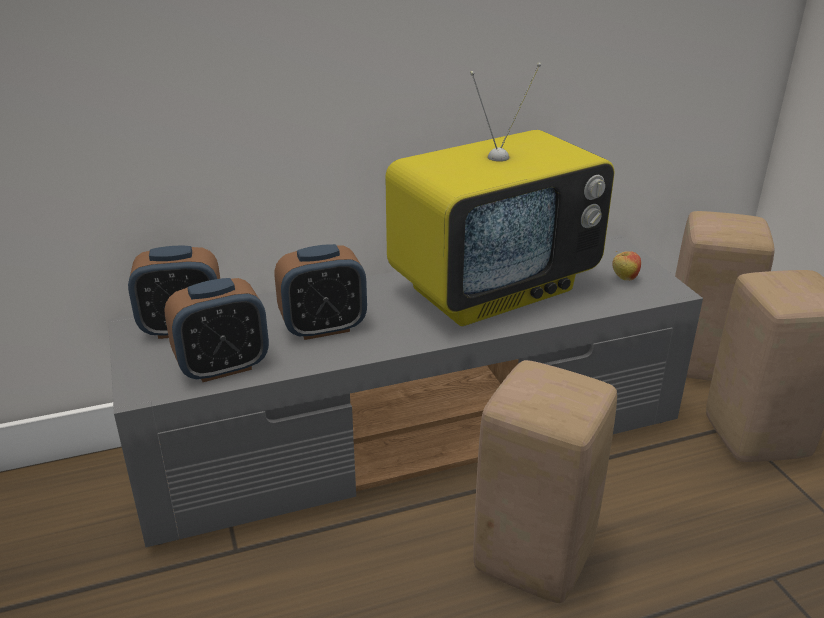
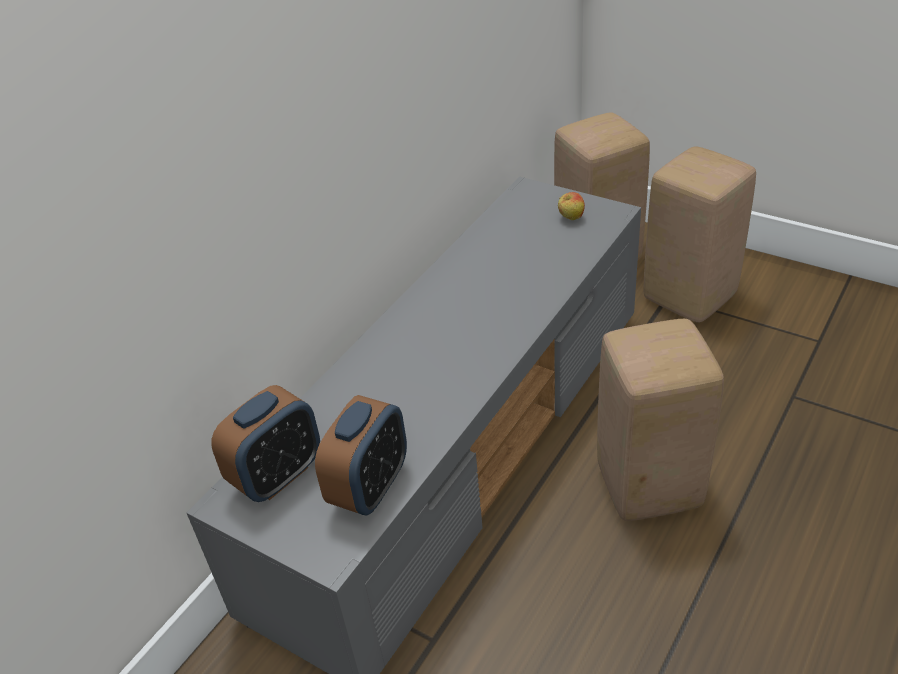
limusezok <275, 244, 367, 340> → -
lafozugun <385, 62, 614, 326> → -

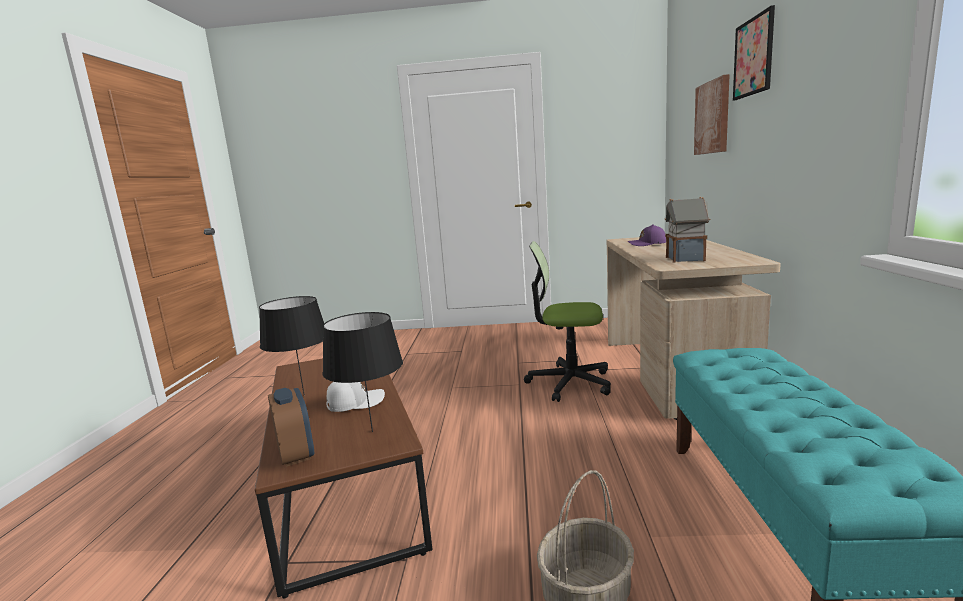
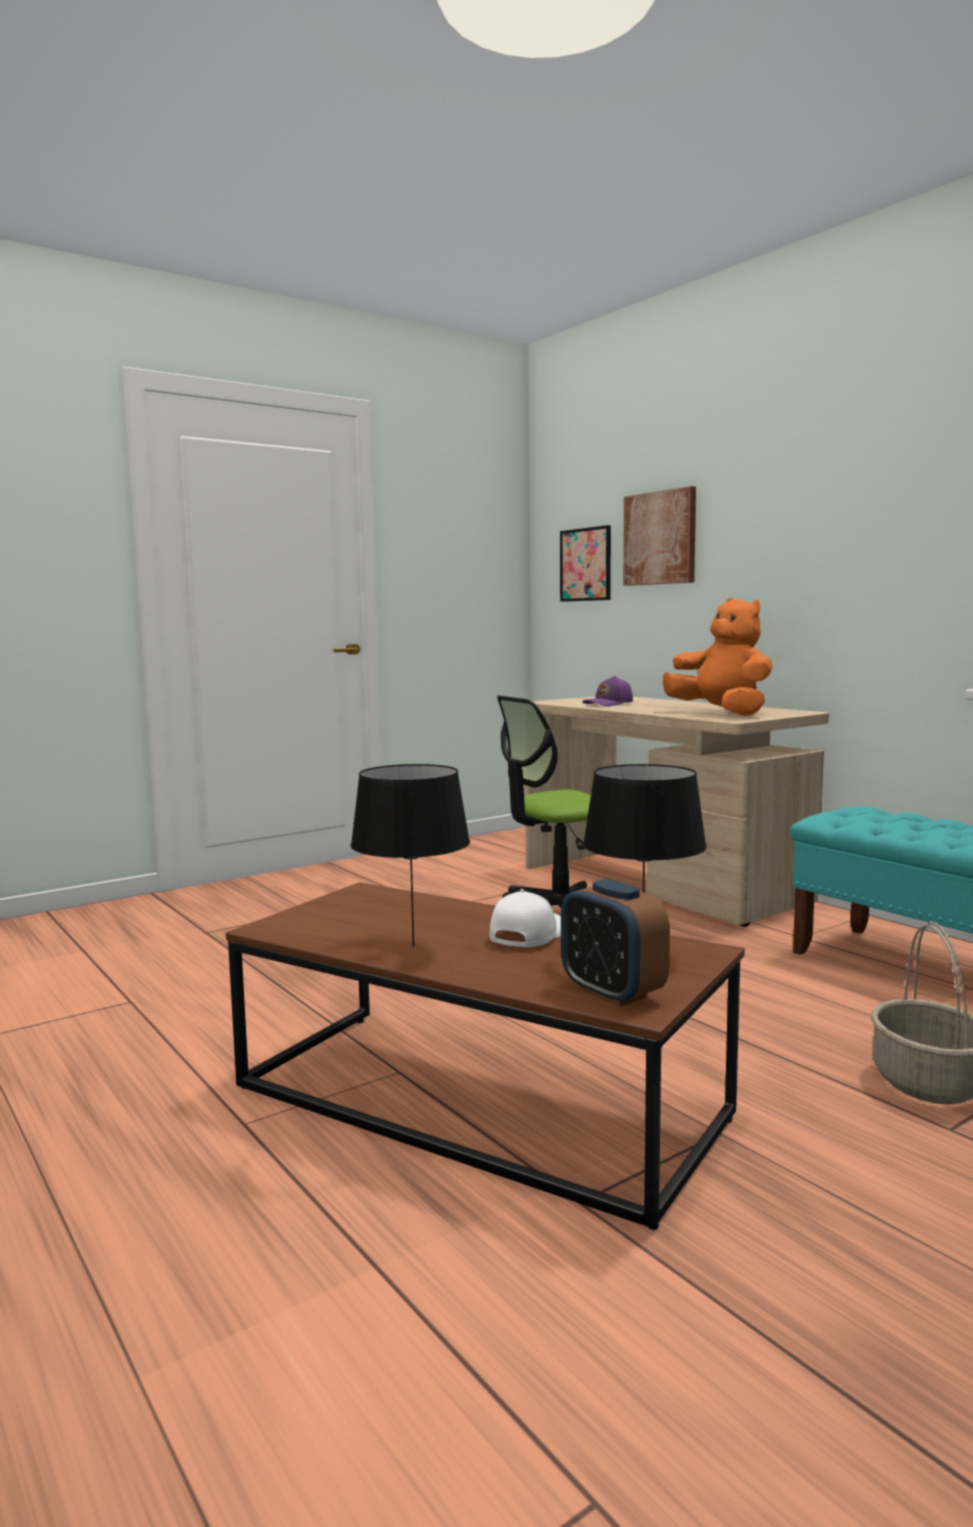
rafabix <733, 5, 775, 101> → rafabix <560, 525, 611, 602>, move
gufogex <665, 197, 711, 263> → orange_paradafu <663, 598, 772, 716>
limusezok <268, 388, 314, 467> → limusezok <561, 879, 670, 1007>, 150 degrees counterclockwise

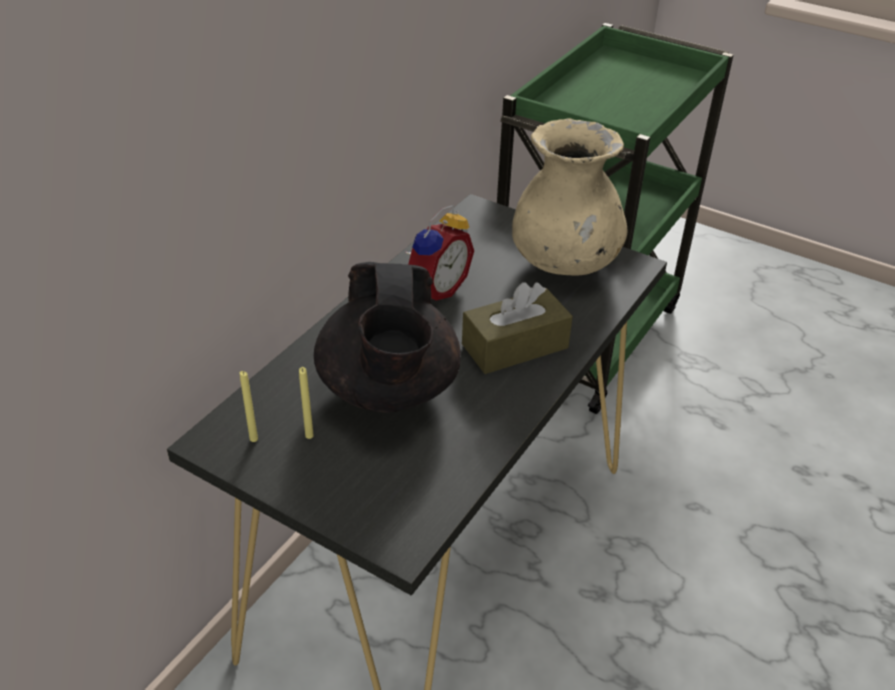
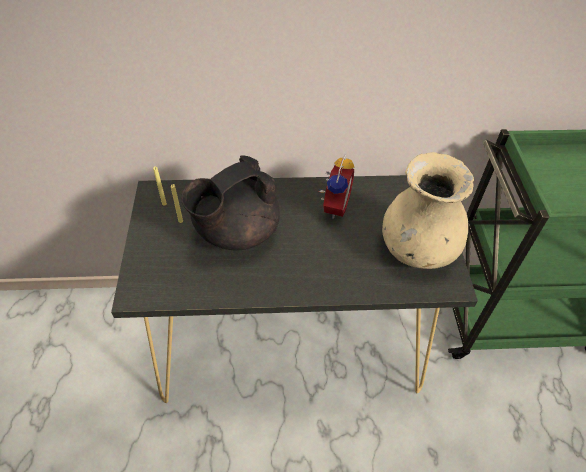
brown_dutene <462, 282, 573, 374> → -
limusezok <405, 205, 474, 300> → limusezok <319, 154, 355, 219>, 75 degrees counterclockwise

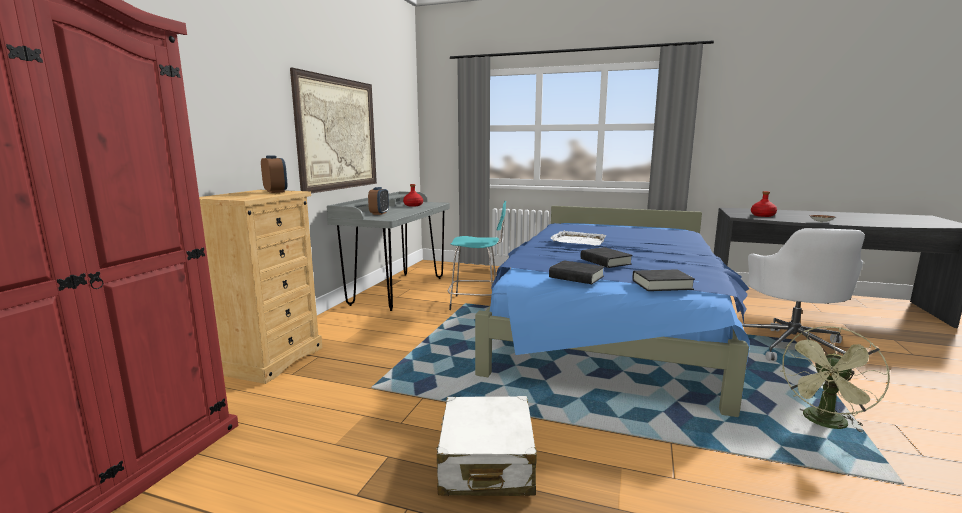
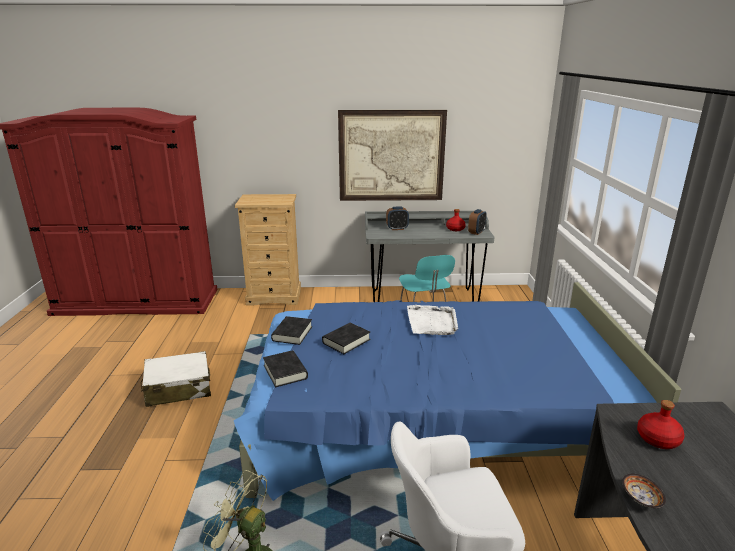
limusezok <261, 156, 287, 193> → limusezok <468, 209, 487, 235>, move

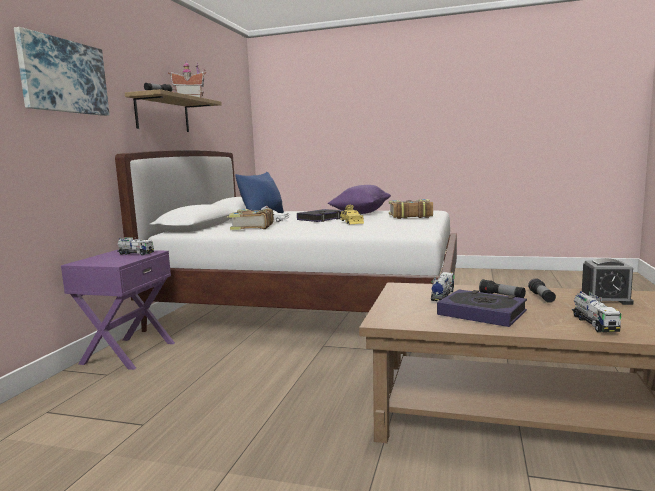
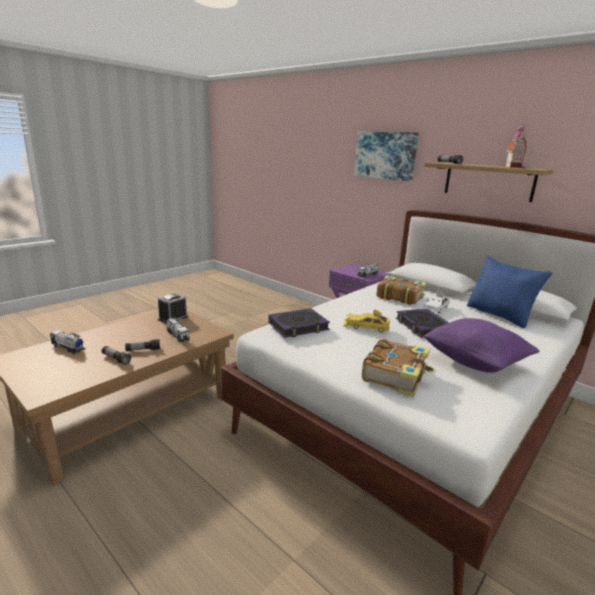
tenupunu <437, 289, 527, 327> → tenupunu <268, 308, 330, 338>, move
limusezok <582, 258, 634, 305> → limusezok <158, 293, 188, 324>, move

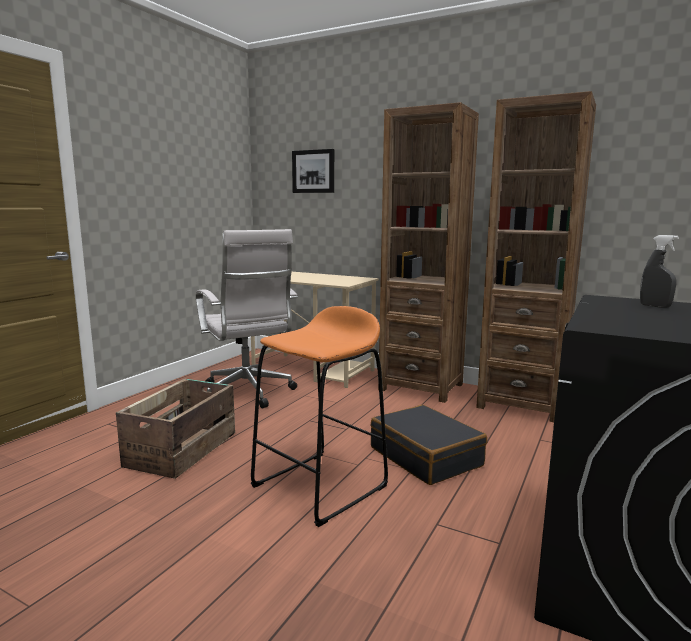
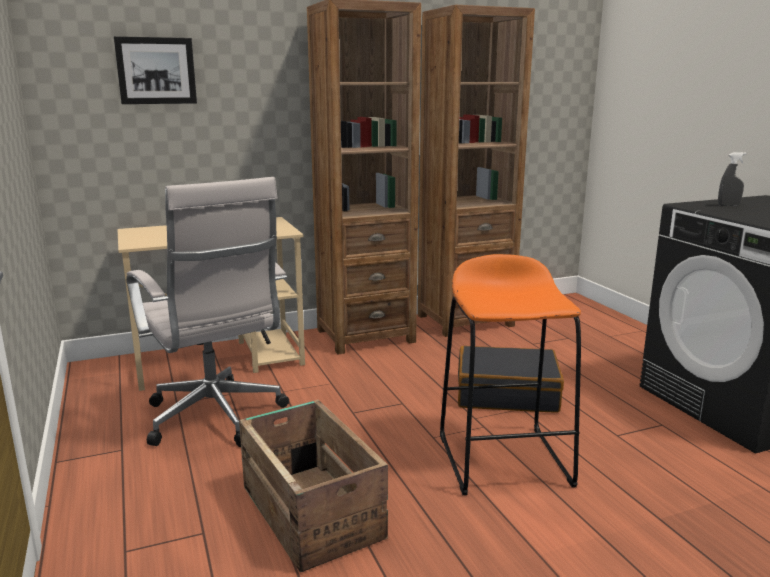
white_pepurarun <196, 229, 298, 409> → white_pepurarun <126, 177, 289, 447>, 45 degrees clockwise

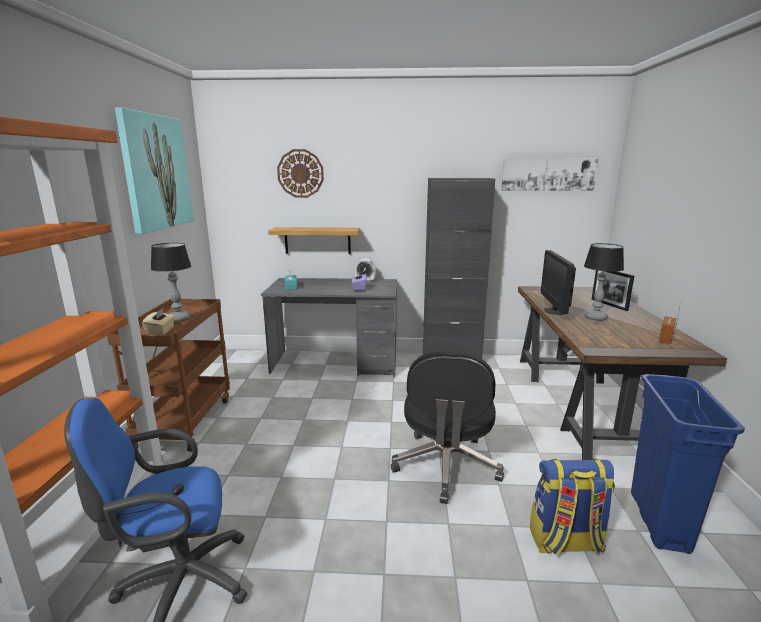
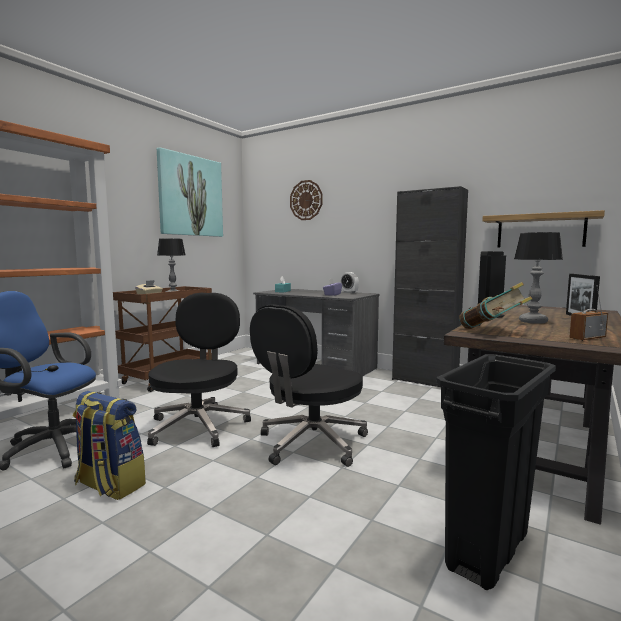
rafabix <501, 159, 598, 191> → -
- → black_pepurarun <147, 293, 251, 447>
- → tenupunu <459, 282, 532, 329>
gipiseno <268, 227, 360, 254> → gipiseno <482, 210, 605, 247>, move
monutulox <530, 459, 615, 556> → monutulox <73, 391, 146, 500>, move
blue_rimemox <631, 374, 745, 554> → black_rimemox <436, 354, 556, 590>

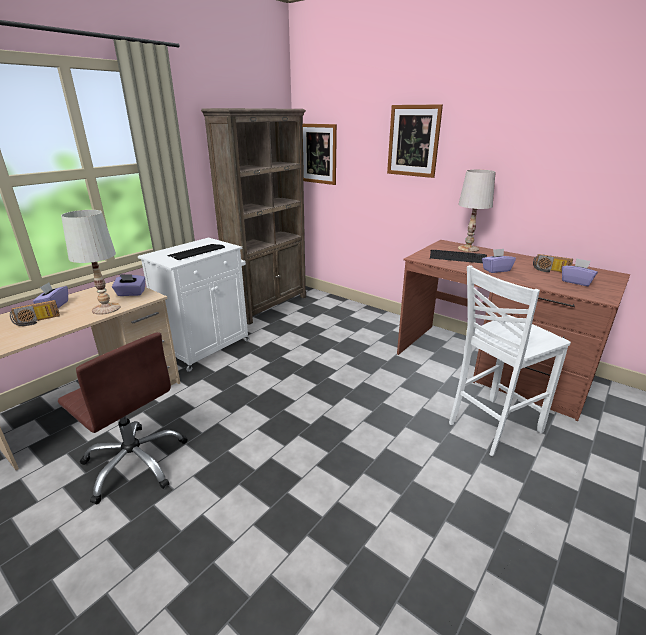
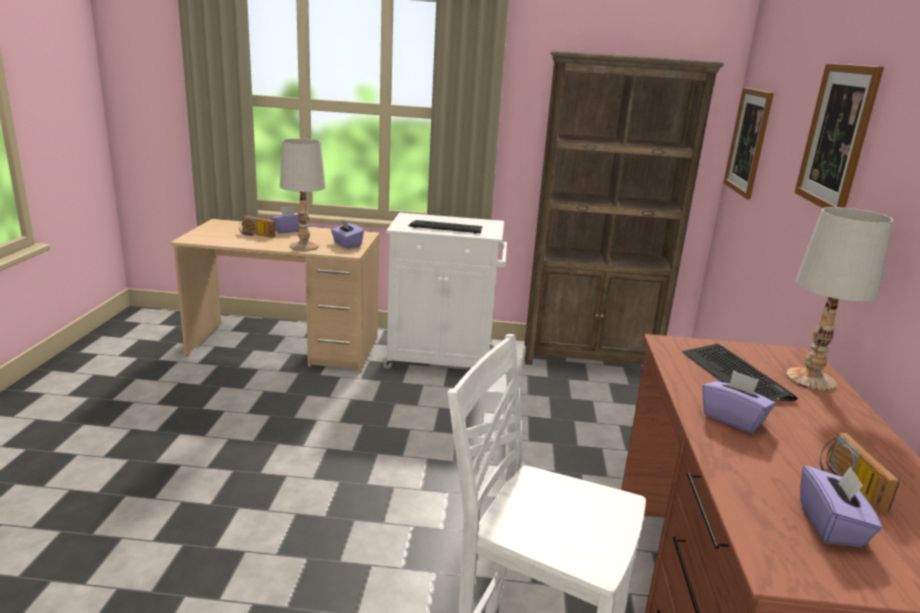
brown_pepurarun <58, 332, 188, 504> → -

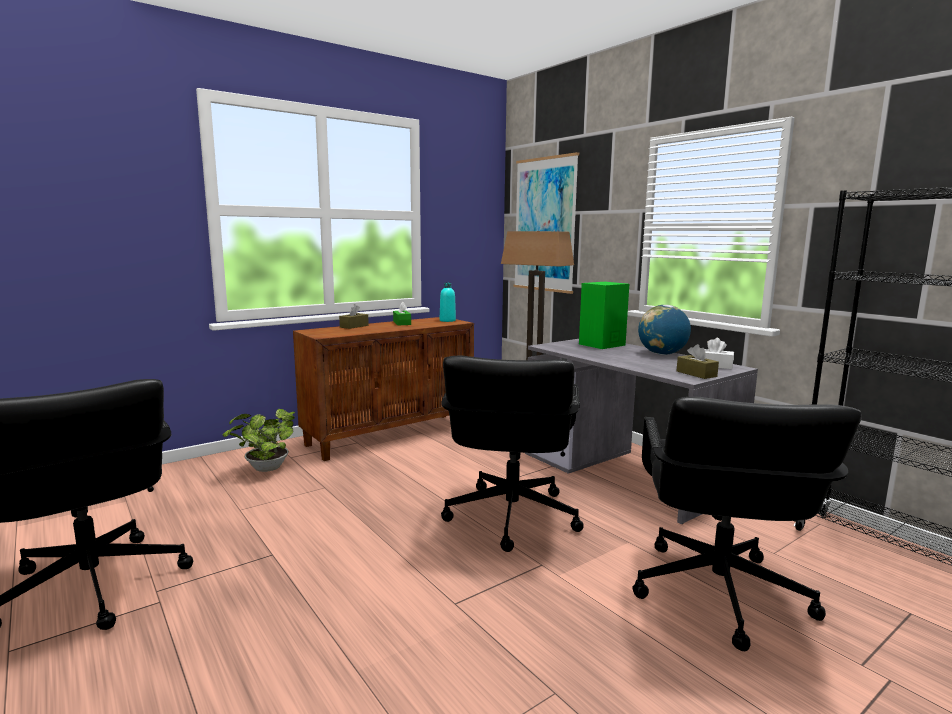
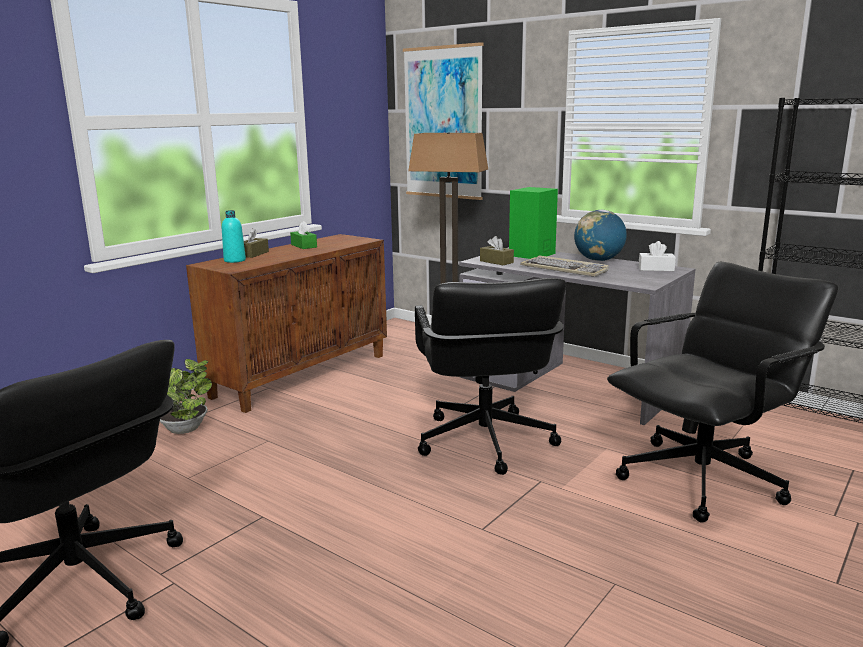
- → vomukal <520, 256, 609, 277>
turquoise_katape <440, 283, 456, 322> → turquoise_katape <222, 210, 246, 263>, move
brown_dutene <677, 344, 719, 379> → brown_dutene <480, 236, 514, 265>, move
black_pepurarun <633, 397, 862, 651> → black_pepurarun <607, 262, 838, 523>, 120 degrees counterclockwise

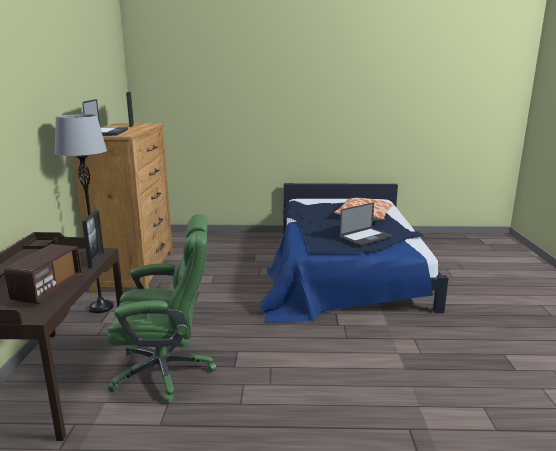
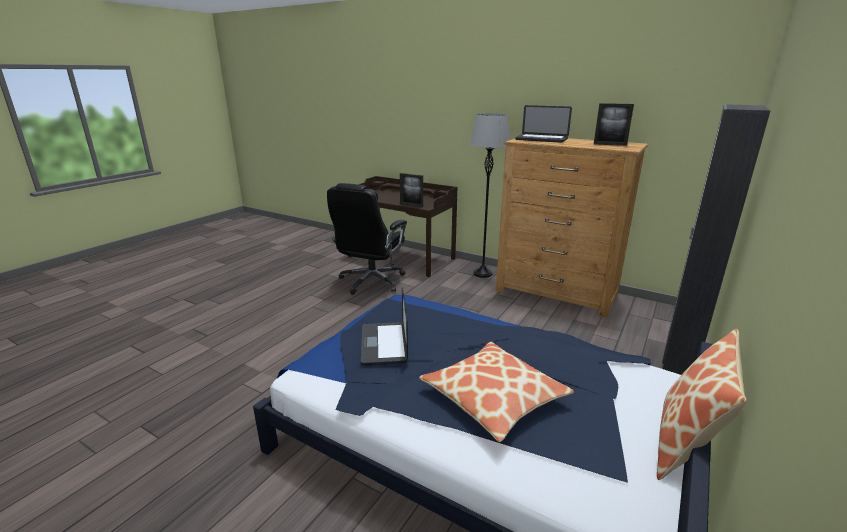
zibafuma <4, 244, 82, 304> → -
- → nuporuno <657, 329, 747, 480>
- → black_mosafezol <662, 104, 770, 375>
green_pepurarun <107, 214, 217, 404> → black_pepurarun <327, 183, 407, 295>

